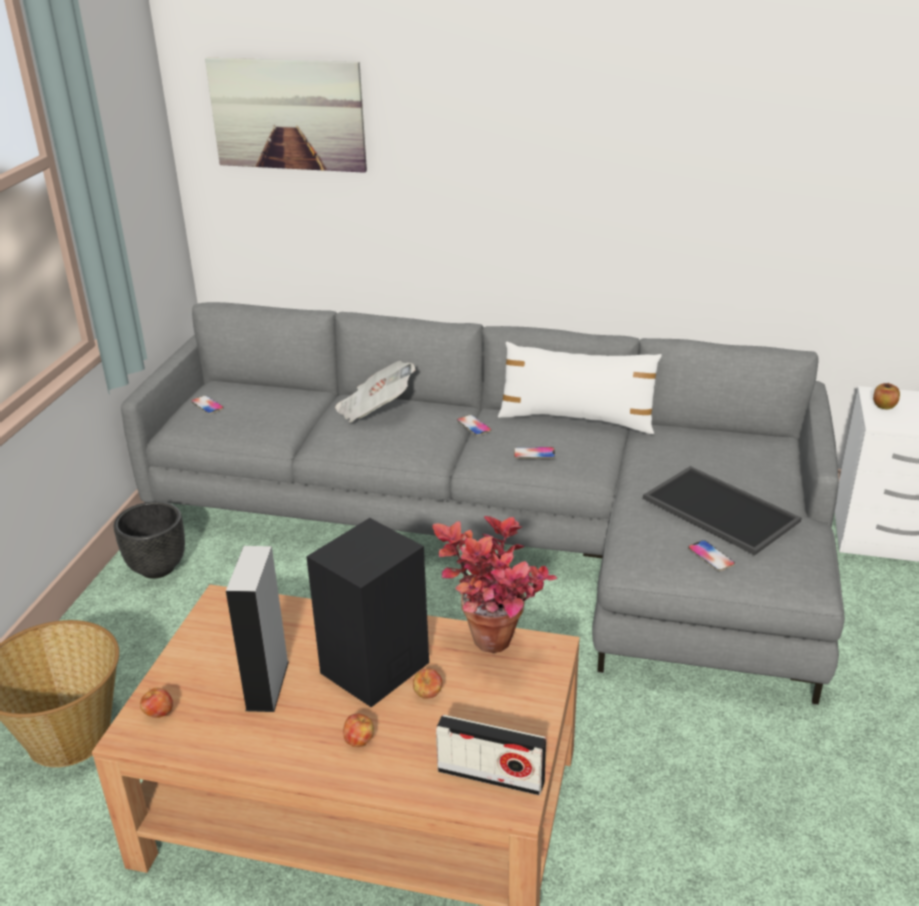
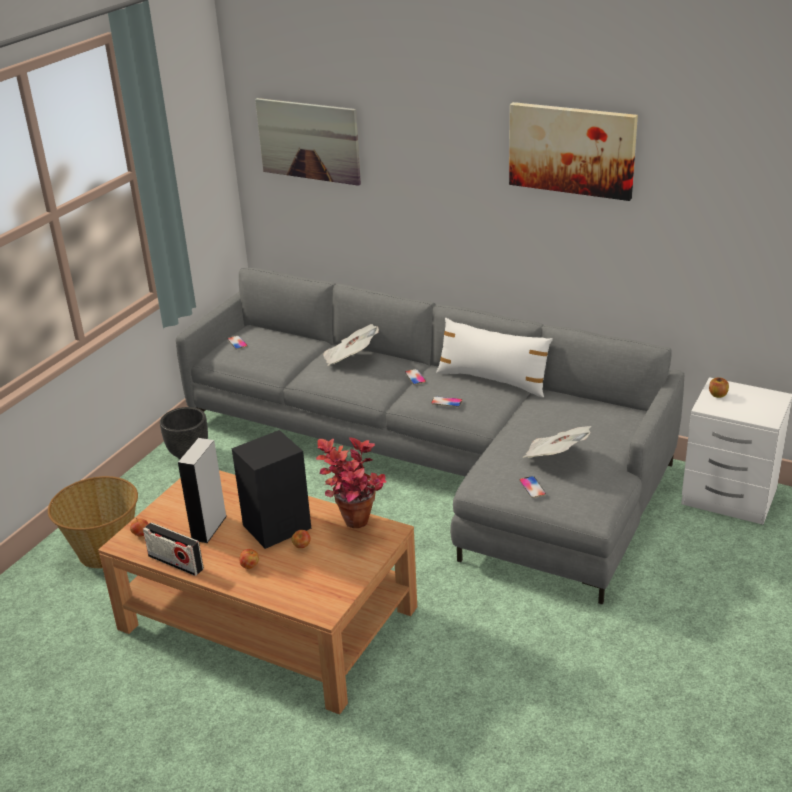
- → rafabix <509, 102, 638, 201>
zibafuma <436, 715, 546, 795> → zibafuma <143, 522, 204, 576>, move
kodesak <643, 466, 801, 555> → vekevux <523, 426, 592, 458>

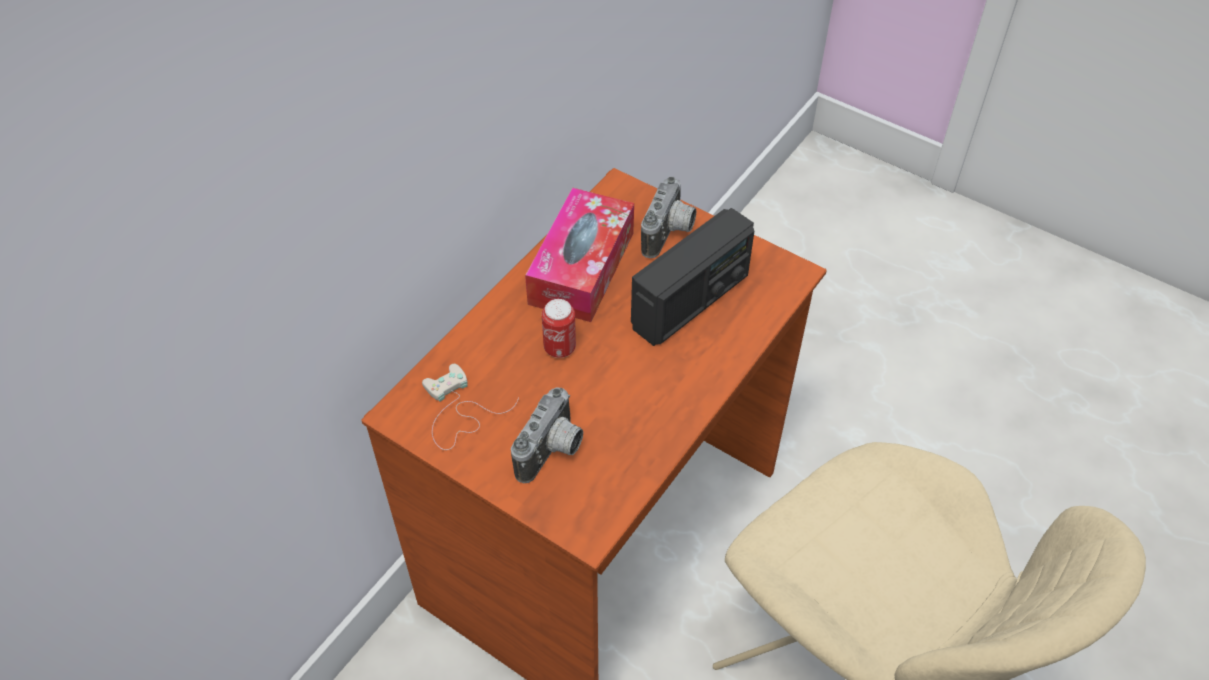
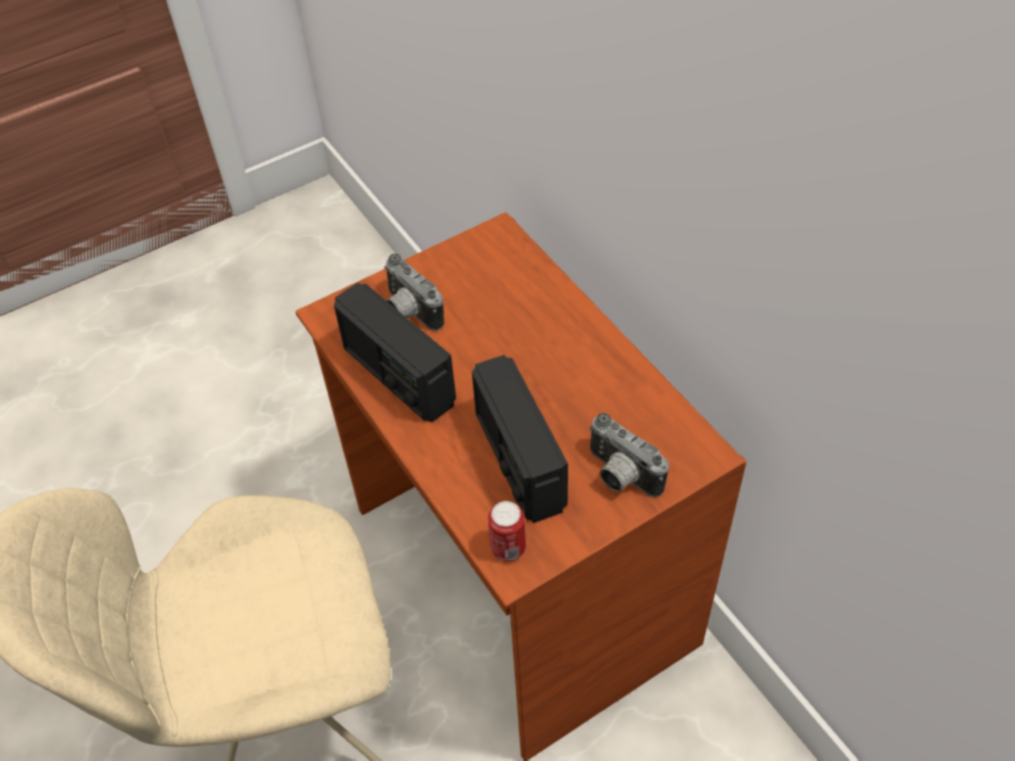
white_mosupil <422, 364, 519, 450> → -
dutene <525, 188, 634, 322> → -
- → zibafuma <334, 283, 456, 423>
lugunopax <542, 299, 576, 358> → lugunopax <488, 501, 526, 561>, move

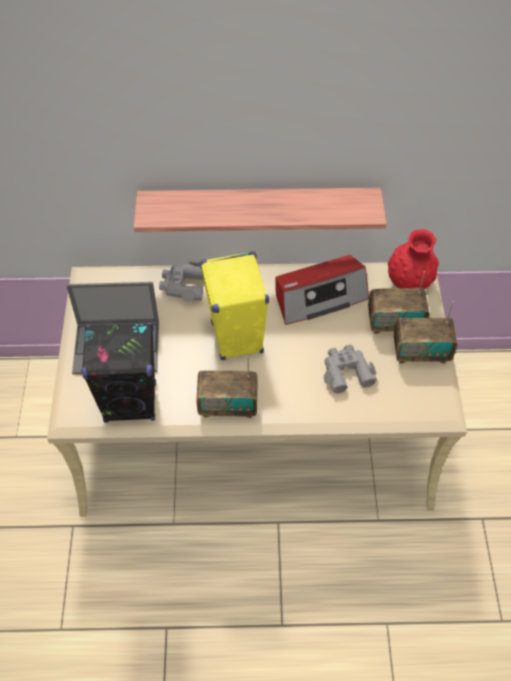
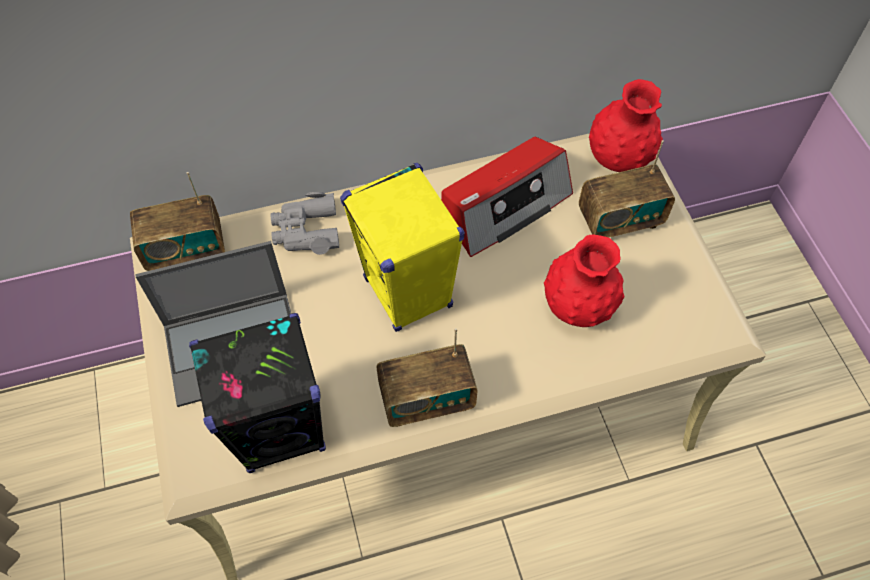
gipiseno <134, 188, 386, 232> → -
zibafuma <394, 301, 457, 363> → zibafuma <130, 172, 225, 271>, move
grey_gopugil <324, 345, 377, 394> → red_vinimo <544, 234, 624, 327>

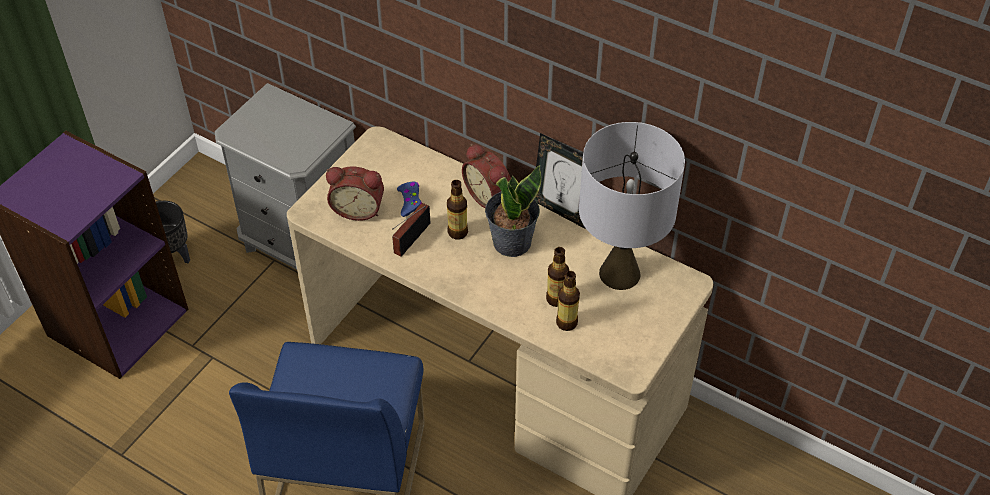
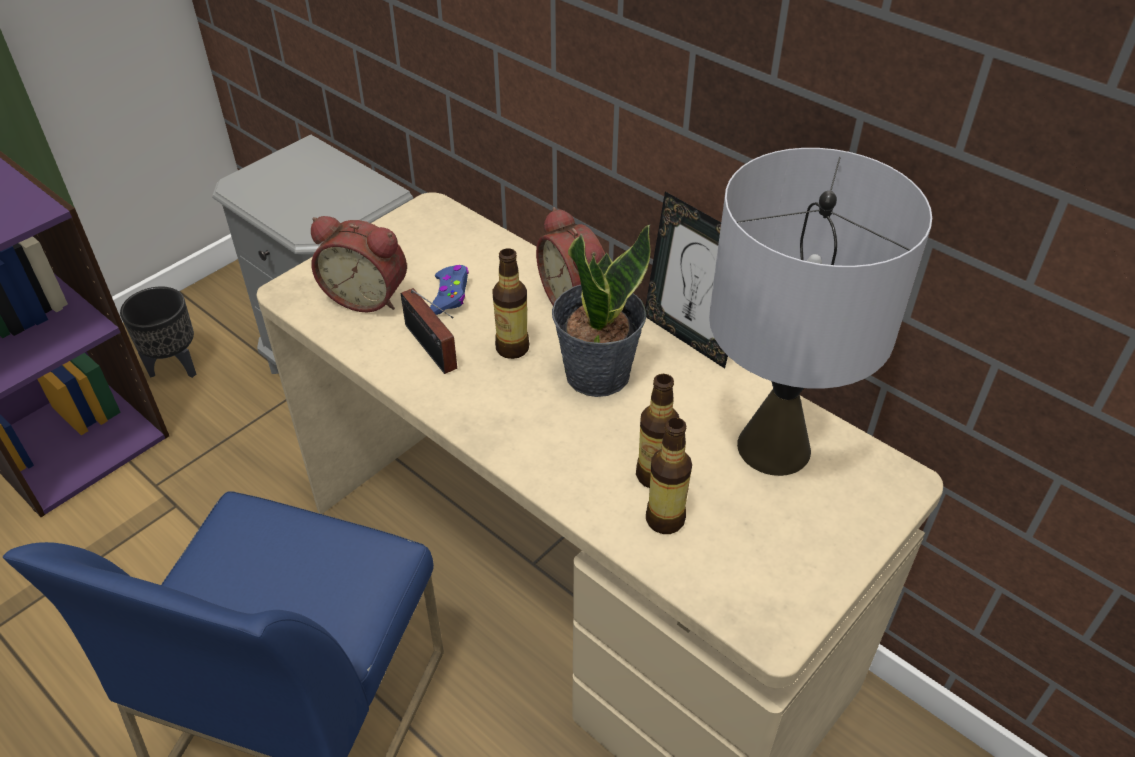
zibafuma <392, 203, 430, 257> → zibafuma <401, 288, 457, 374>, 75 degrees counterclockwise

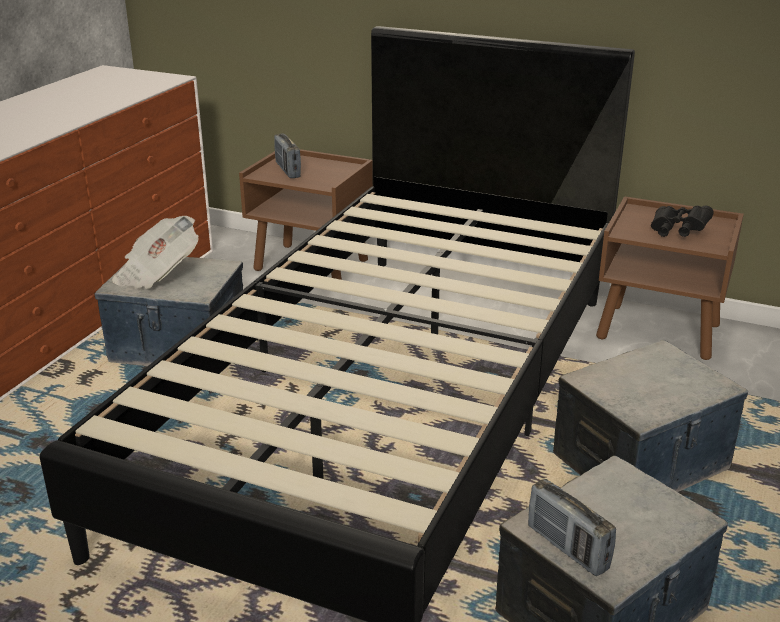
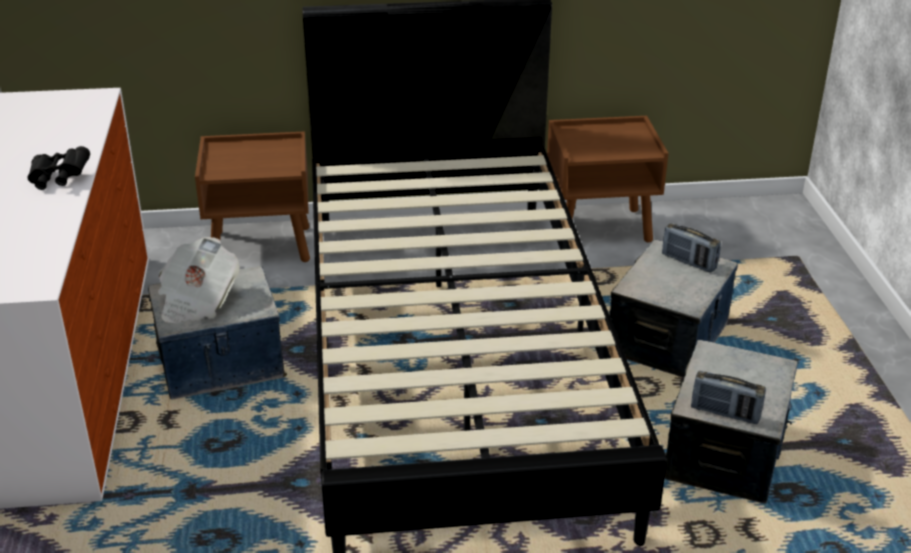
zibafuma <274, 134, 301, 178> → zibafuma <662, 223, 721, 273>, move
black_gopugil <651, 205, 714, 237> → black_gopugil <28, 146, 90, 190>, move

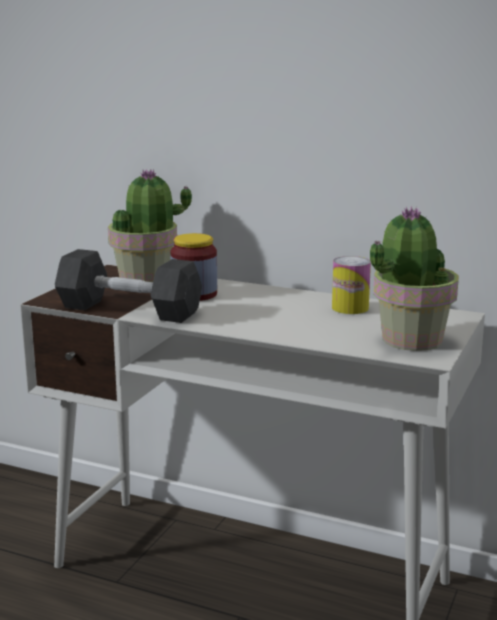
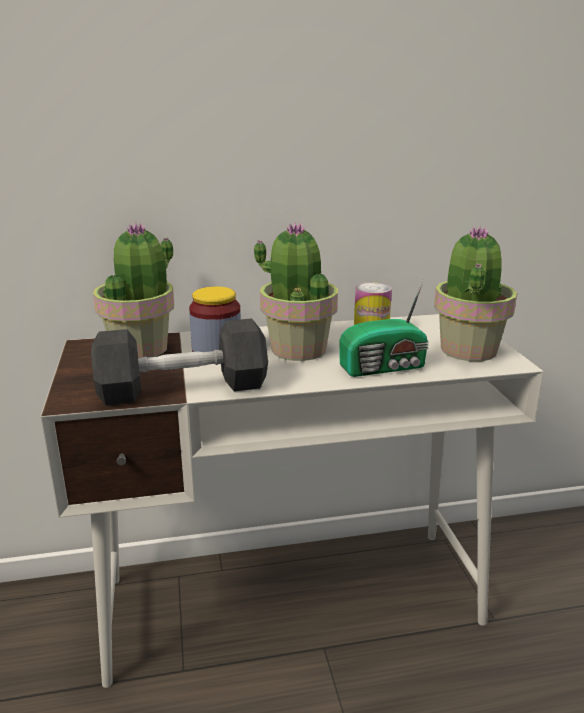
- → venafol <254, 222, 338, 361>
- → zibafuma <340, 281, 429, 377>

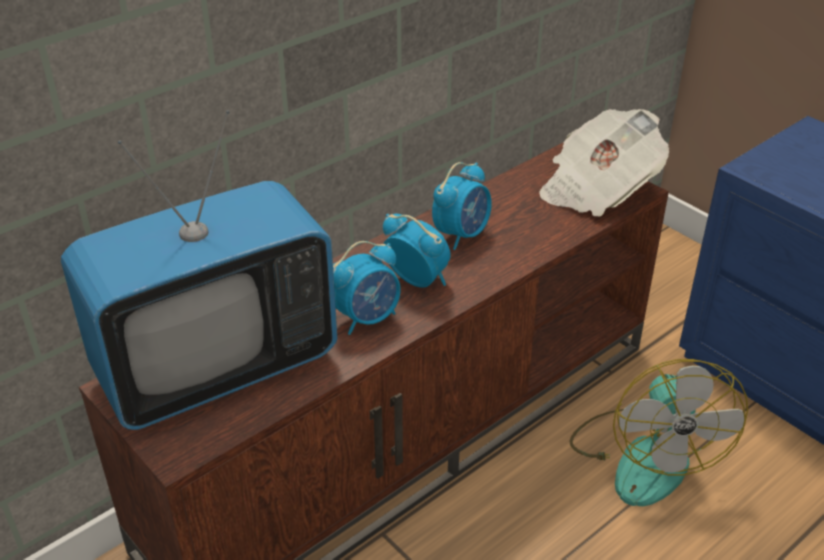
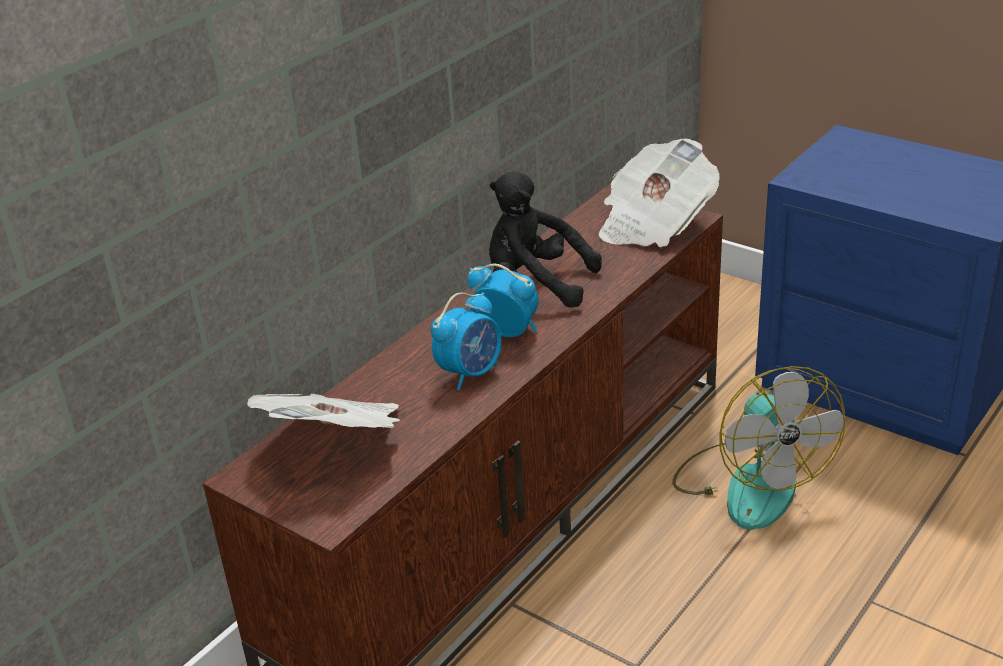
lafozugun <61, 110, 337, 430> → vekevux <247, 394, 400, 428>
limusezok <432, 162, 492, 250> → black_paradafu <489, 172, 602, 308>

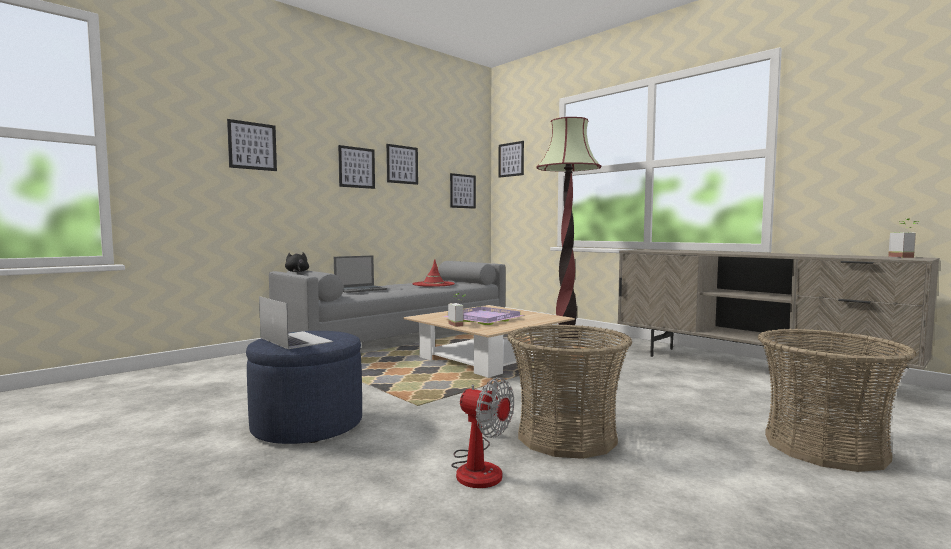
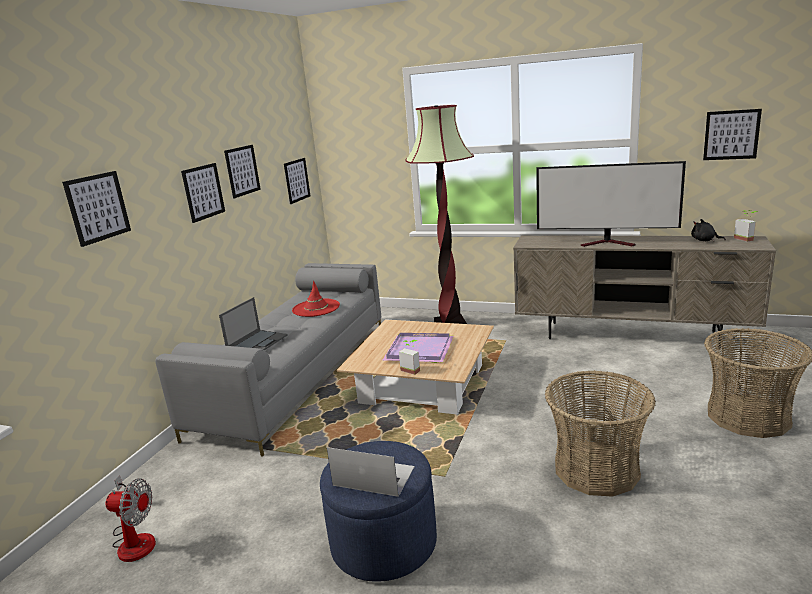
- → lafozugun <536, 161, 686, 247>
black_paradafu <285, 252, 309, 272> → black_paradafu <691, 219, 726, 242>, move
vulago <451, 377, 514, 488> → vulago <105, 475, 156, 562>, move
rafabix <499, 141, 524, 178> → rafabix <703, 109, 762, 160>, move

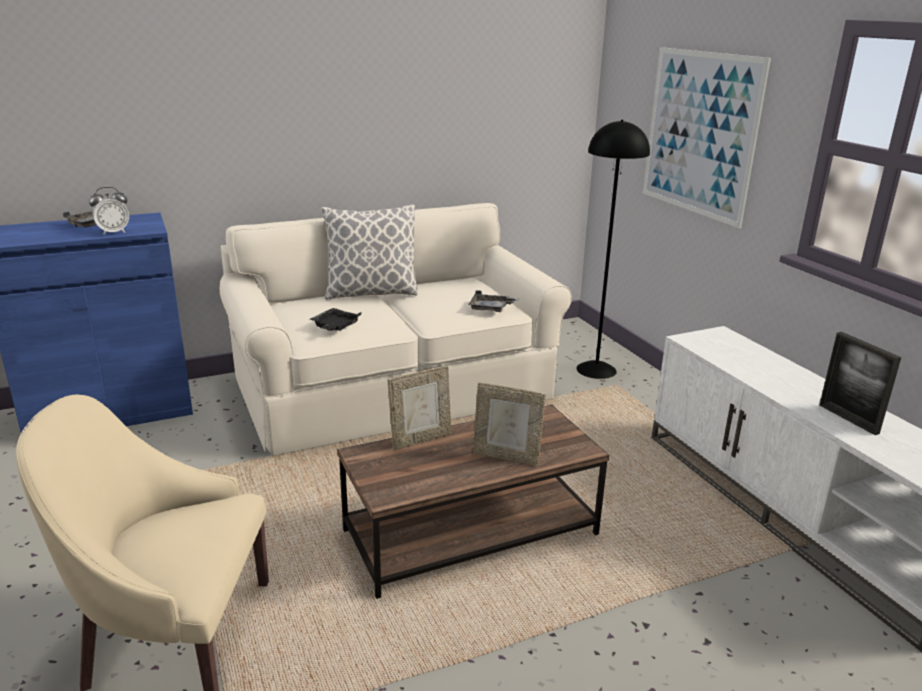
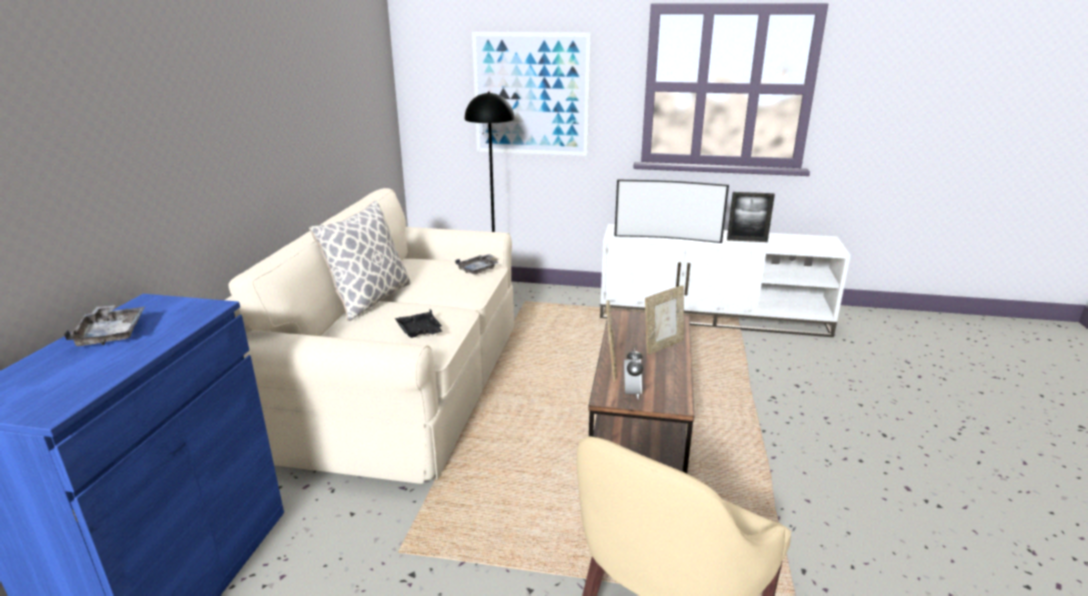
- → lafozugun <614, 180, 729, 243>
limusezok <89, 187, 129, 235> → limusezok <624, 348, 643, 399>, move

